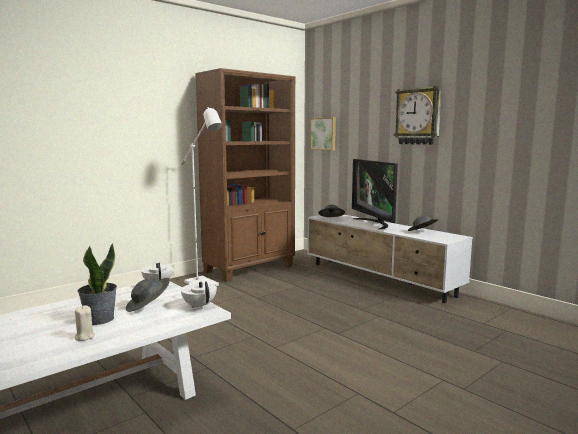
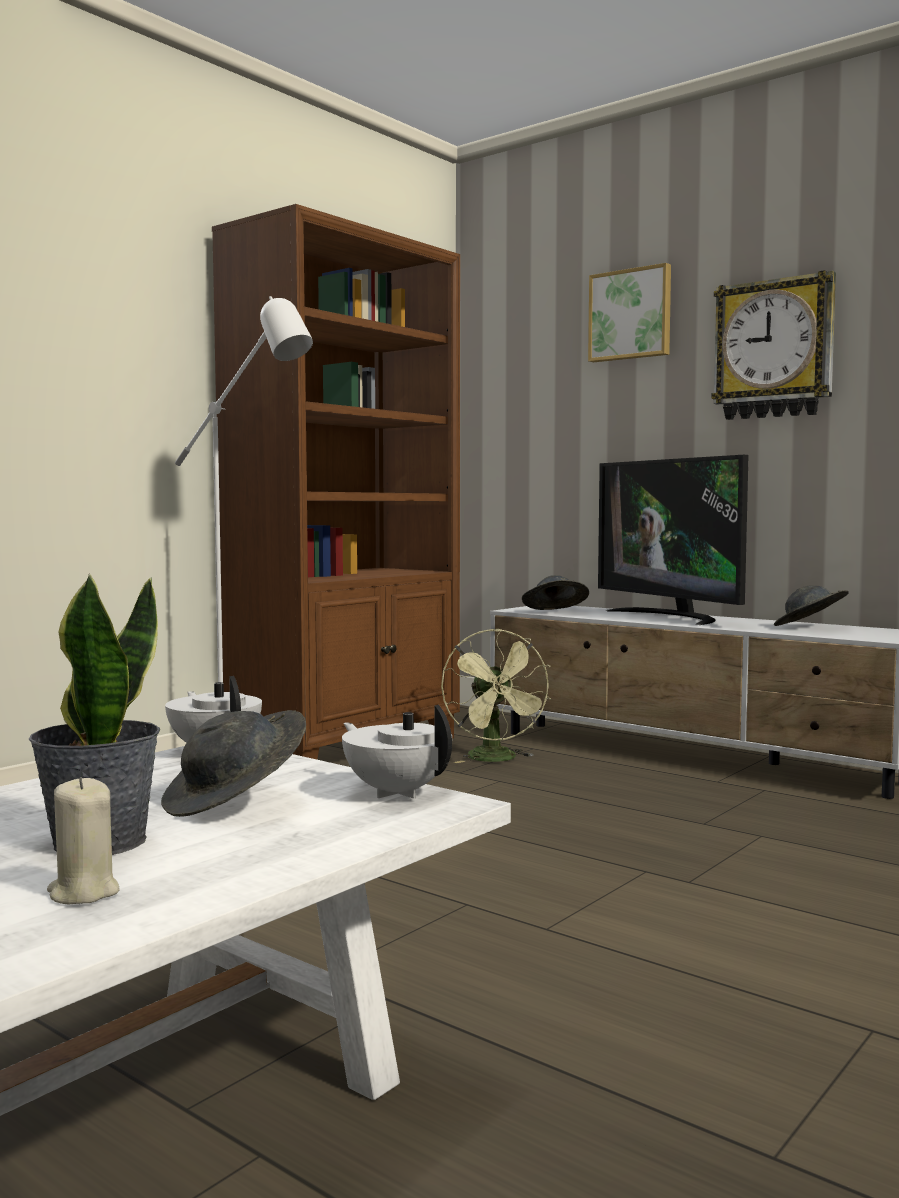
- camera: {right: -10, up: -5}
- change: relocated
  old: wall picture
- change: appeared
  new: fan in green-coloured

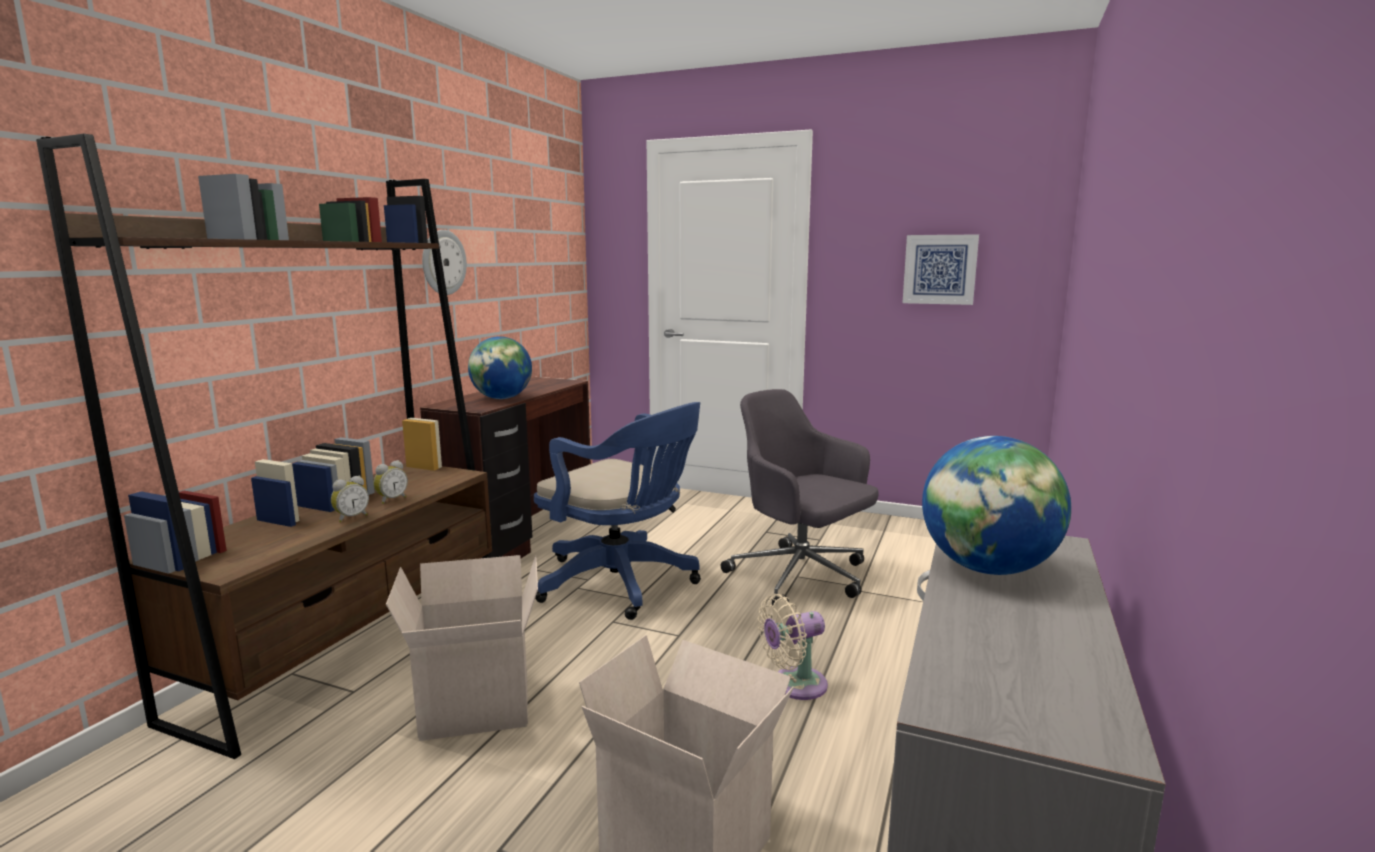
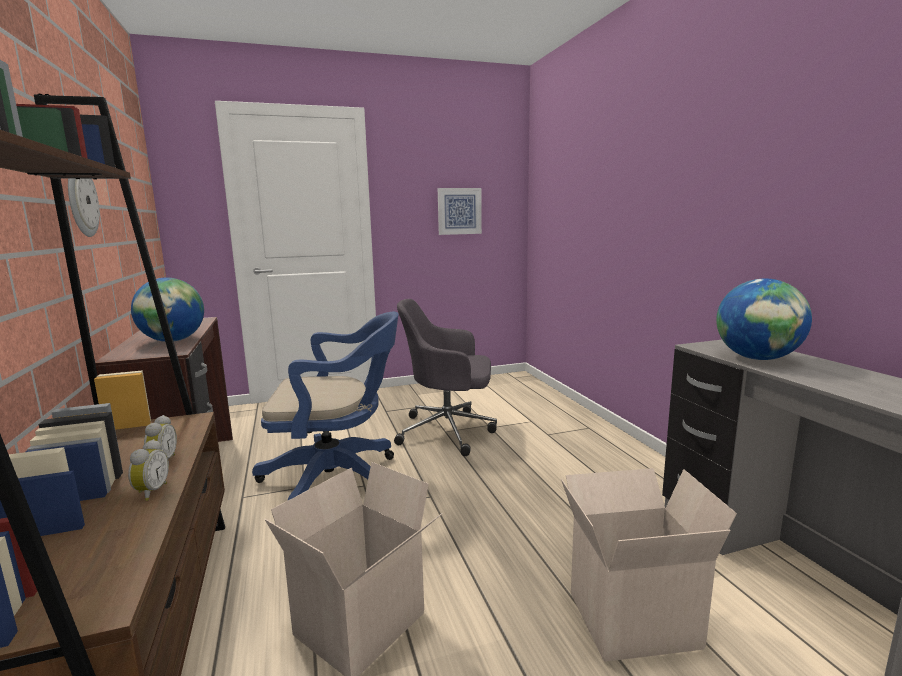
- camera: {right: -40, up: 0}
- change: missing
  old: fan in sand-coloured

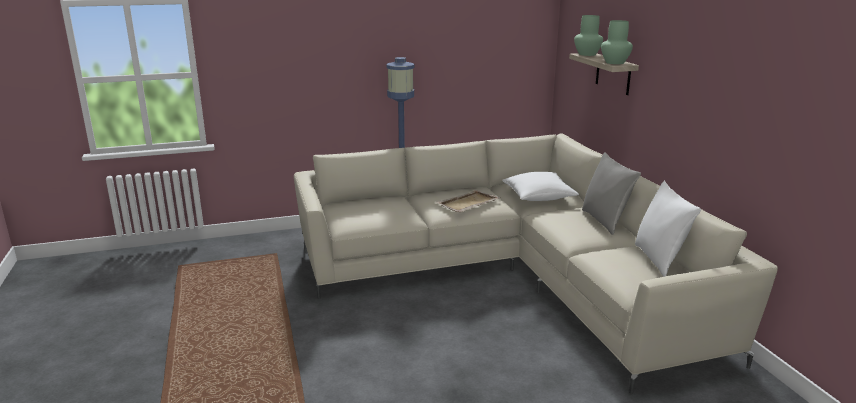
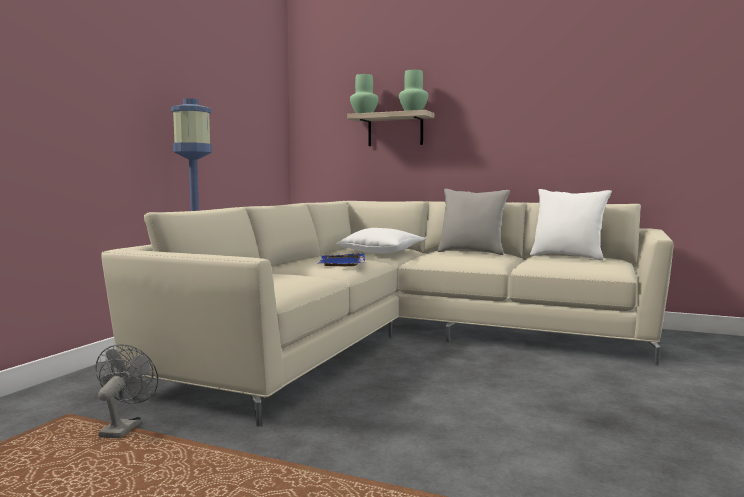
- camera: {right: -50, up: -15}
- change: colour
  old: serving tray in sand-coloured
  new: serving tray in blue
- change: appeared
  new: fan in gray

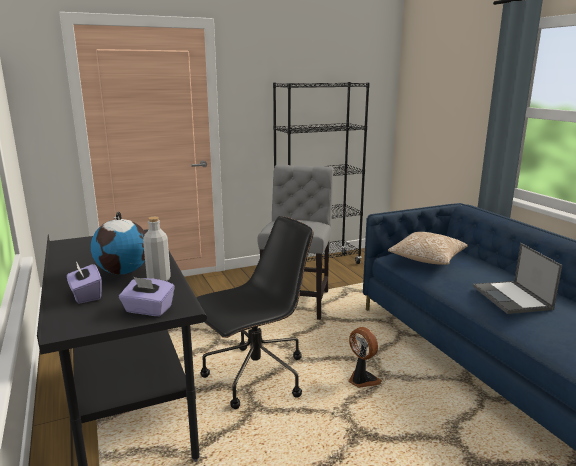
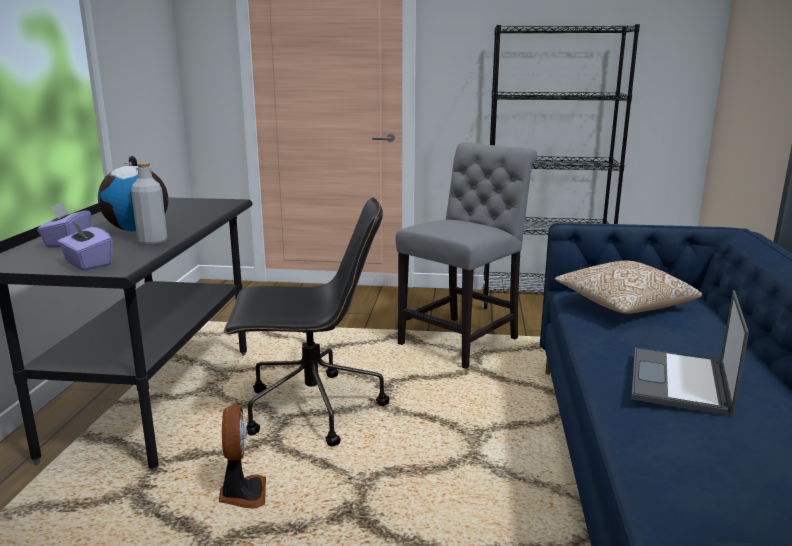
- camera: {right: 30, up: 0}
- change: relocated
  old: fan

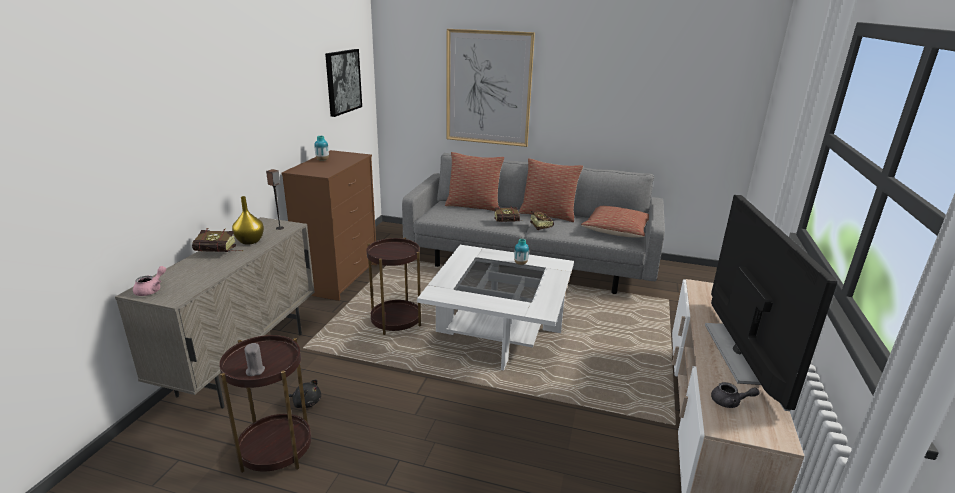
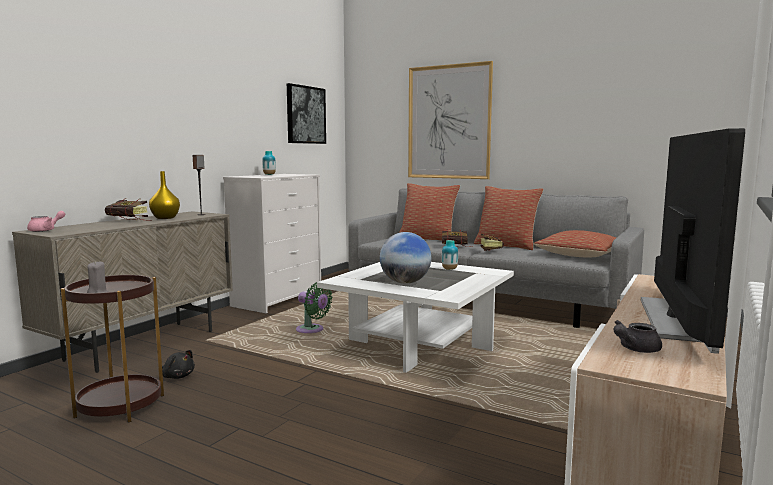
- camera: {right: 15, up: -15}
- change: colour
  old: chest of drawers in brown-coloured
  new: chest of drawers in white
- change: exchanged
  old: accent table in brown-coloured (no. 2 from left)
  new: fan in green-coloured
- change: spun
  old: pot for tea in gray
  degrees: 120
- change: appeared
  new: globe

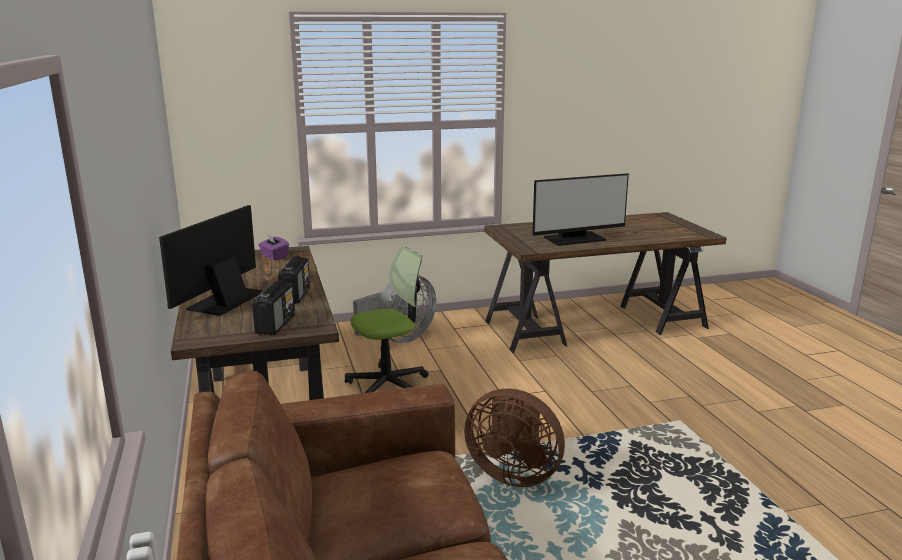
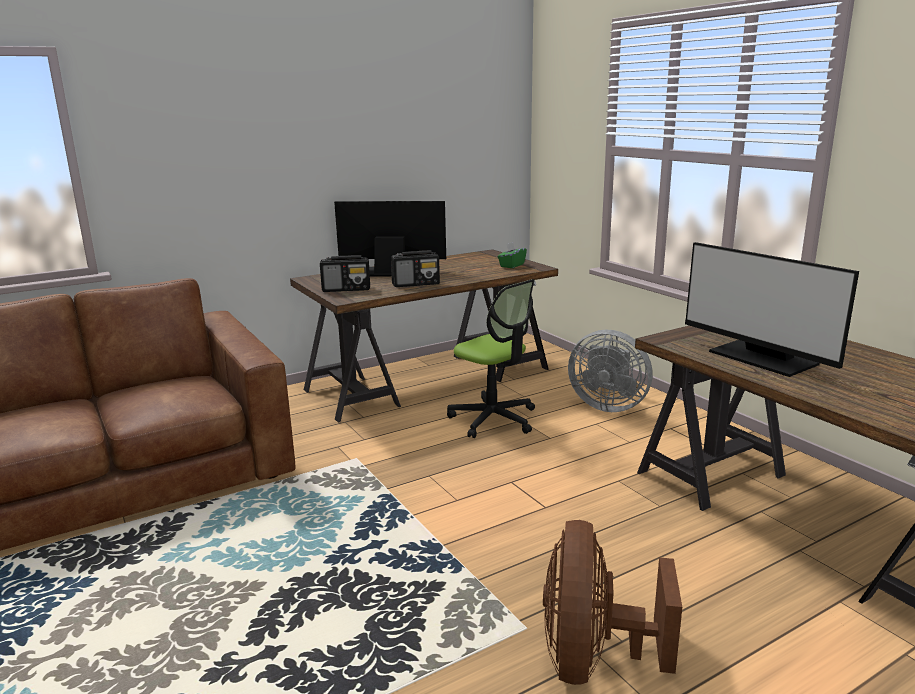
- camera: {right: 75, up: 0}
- change: colour
  old: box of tissues in purple
  new: box of tissues in green-coloured
- change: relocated
  old: fan in brown-coloured

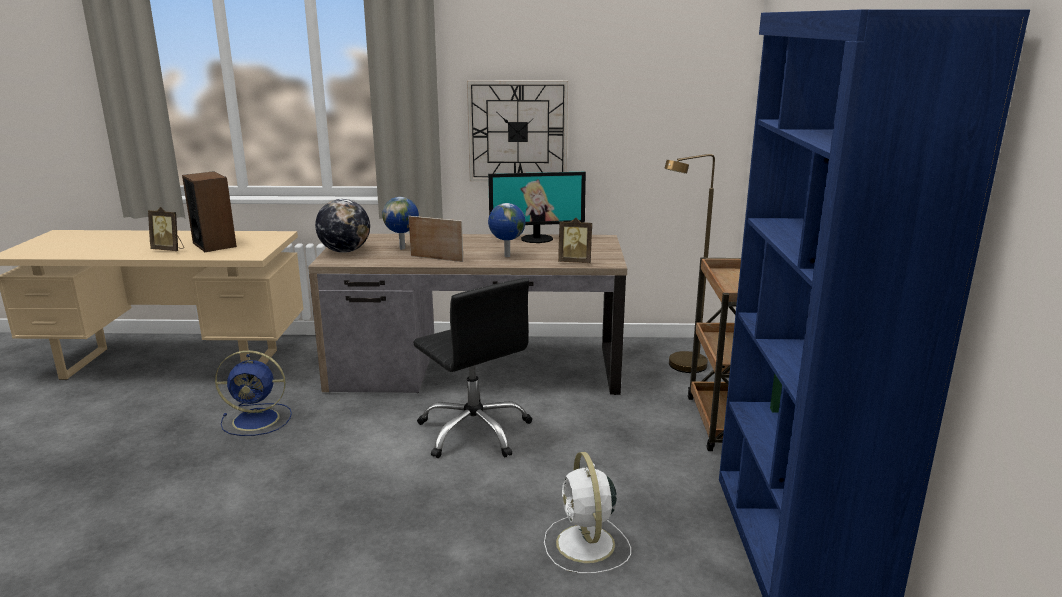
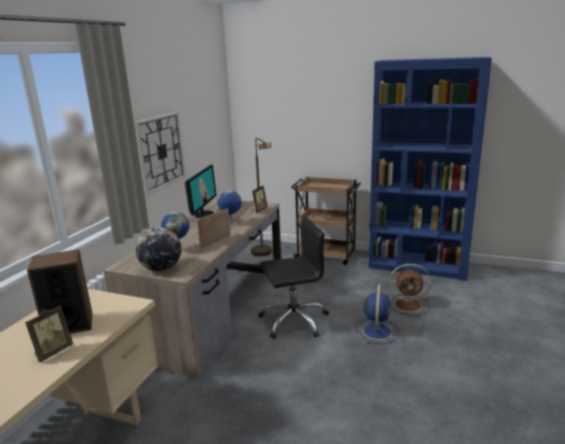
- camera: {right: -70, up: 0}
- change: relocated
  old: fan in blue
- change: colour
  old: fan in white
  new: fan in brown-coloured

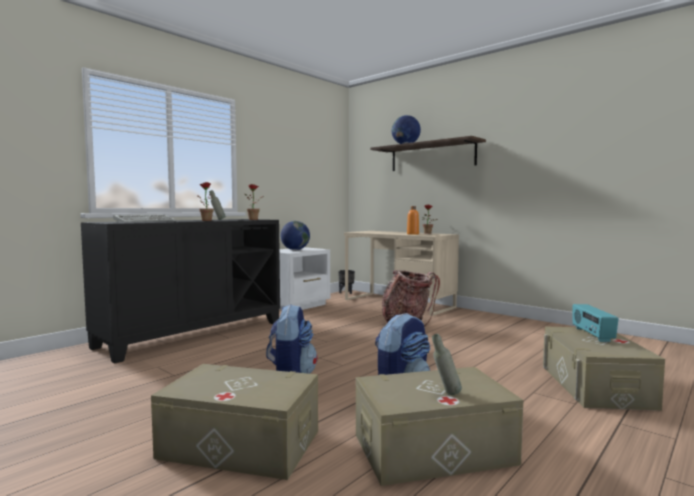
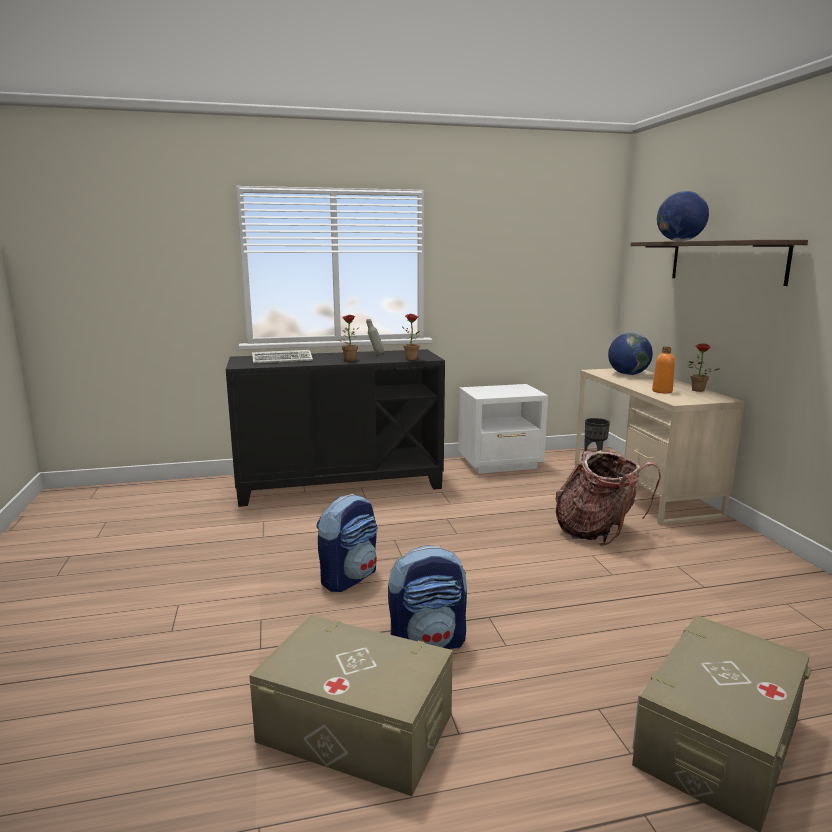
- camera: {right: 35, up: 10}
- change: relocated
  old: globe (no. 1 from left)
- change: missing
  old: radio receiver
- change: missing
  old: drink bottle in gray (no. 2 from left)
- change: missing
  old: storage box in sand-coloured (no. 1 from left)

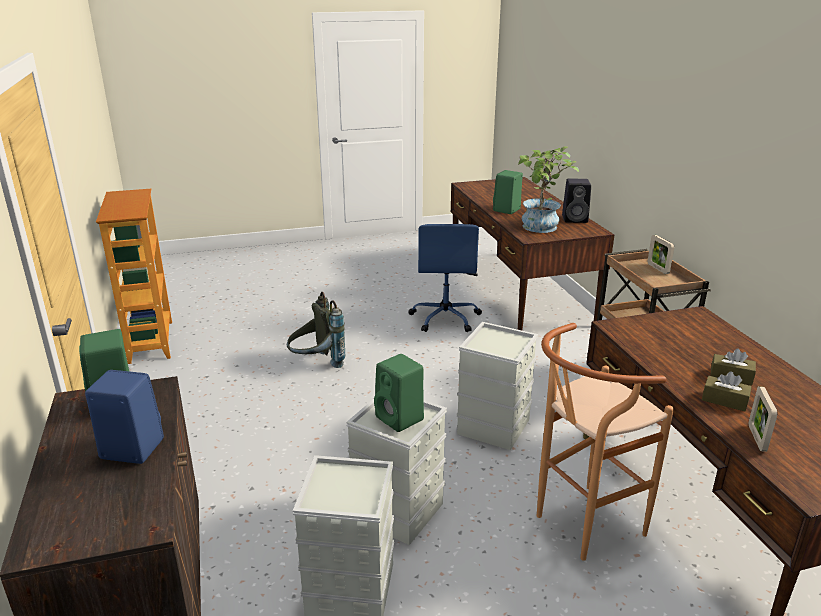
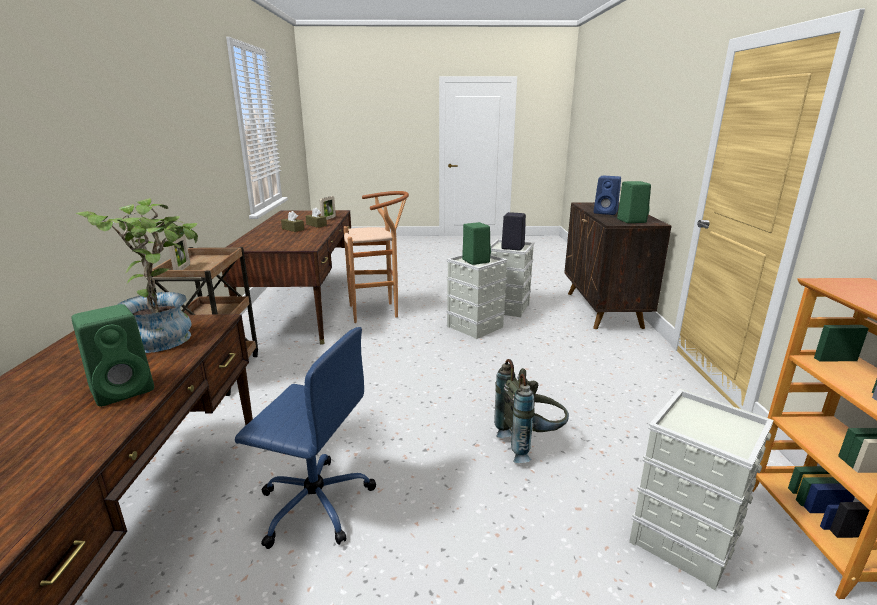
- camera: {right: -165, up: -5}
- change: relocated
  old: loudspeaker in black
- change: spun
  old: desk chair in blue
  degrees: 90
- change: relocated
  old: storage box in gray (no. 3 from left)

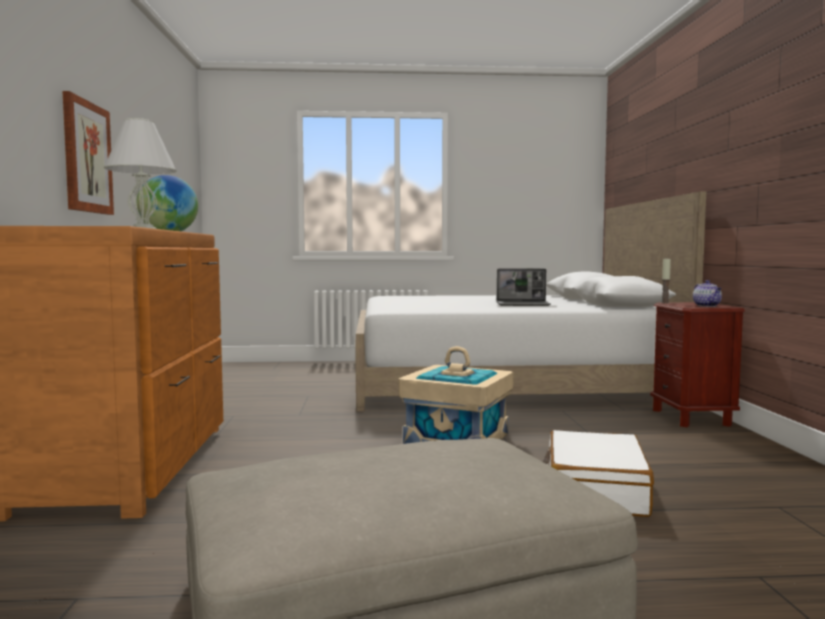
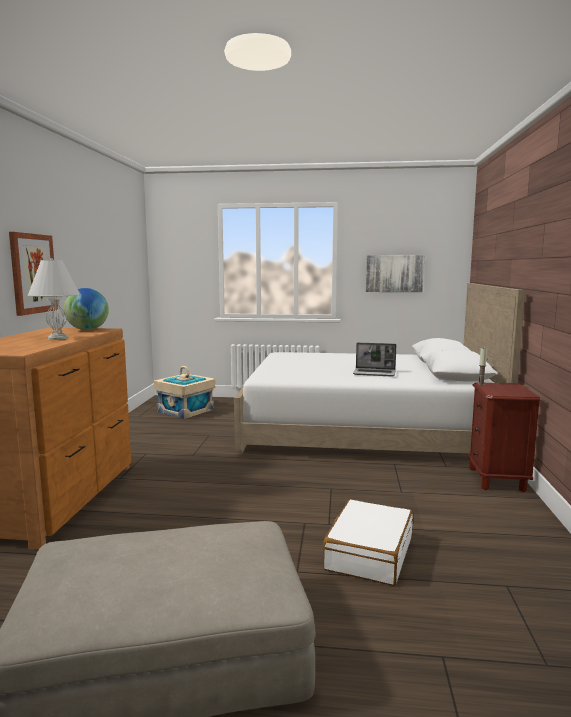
- camera: {right: 10, up: 5}
- change: missing
  old: pot for tea
- change: relocated
  old: storage box in sand-coloured
- change: appeared
  new: wall picture (no. 2 from left)

